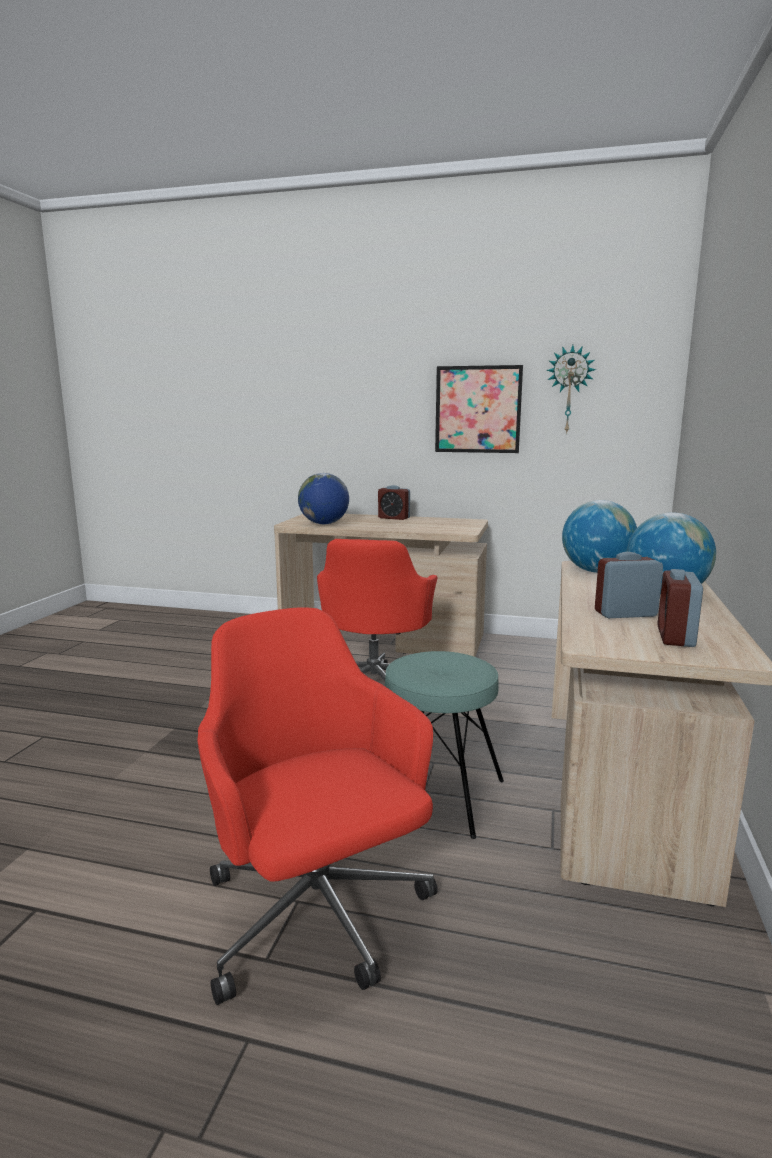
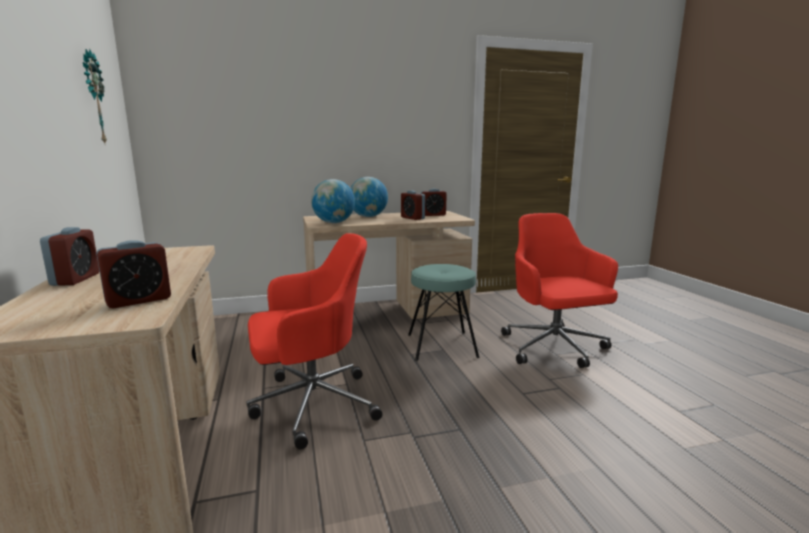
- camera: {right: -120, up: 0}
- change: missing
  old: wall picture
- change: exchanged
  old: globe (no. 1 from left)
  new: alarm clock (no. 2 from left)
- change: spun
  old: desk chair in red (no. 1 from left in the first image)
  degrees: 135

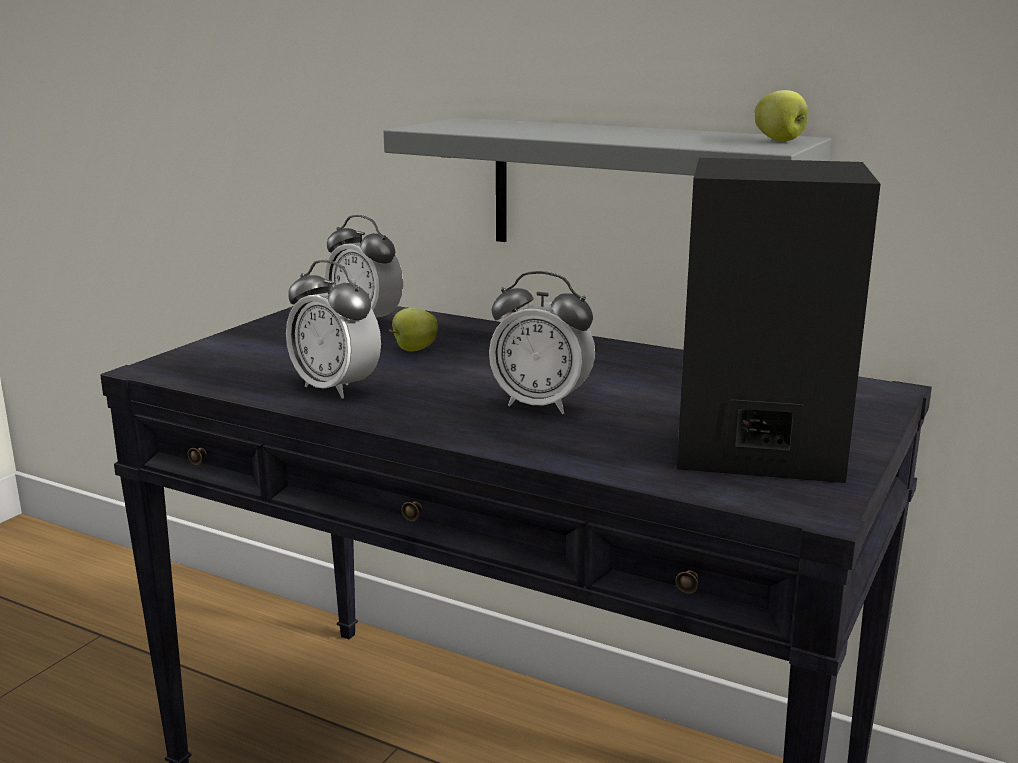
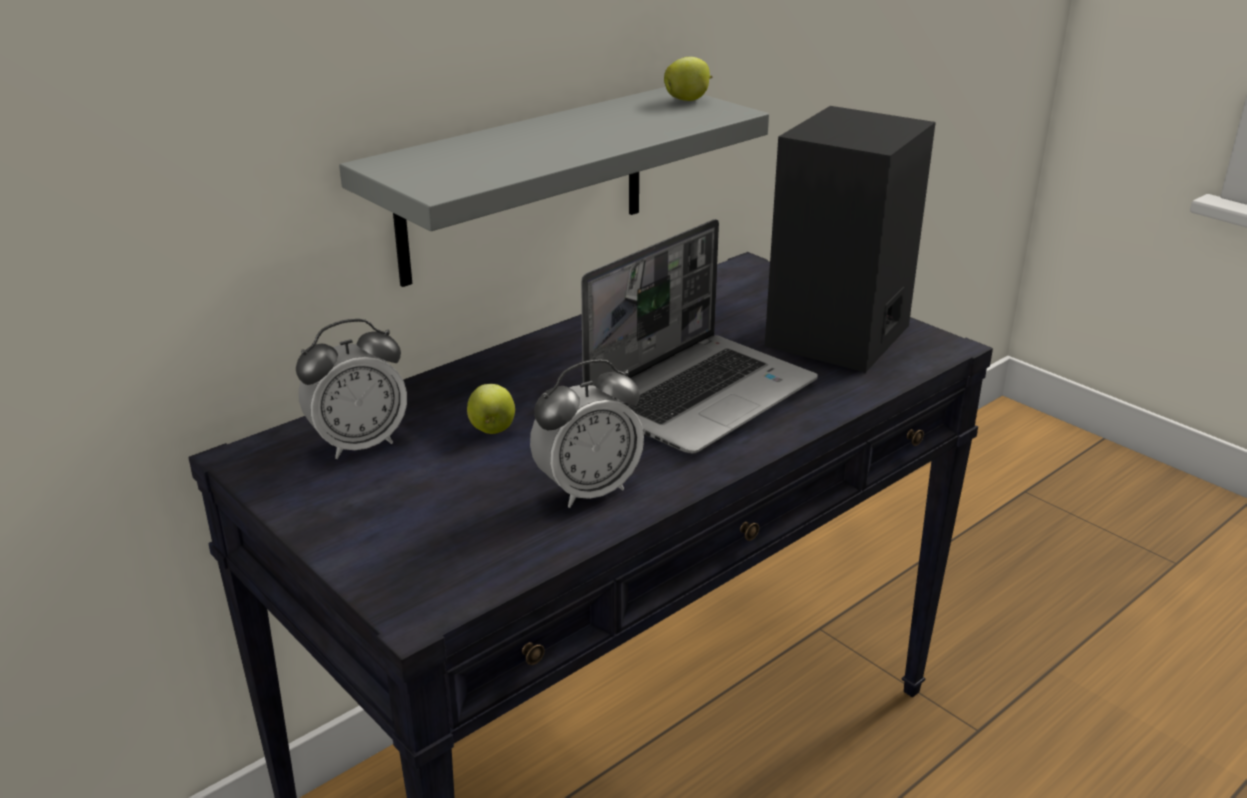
- camera: {right: -70, up: 10}
- change: exchanged
  old: alarm clock (no. 3 from left)
  new: notebook computer

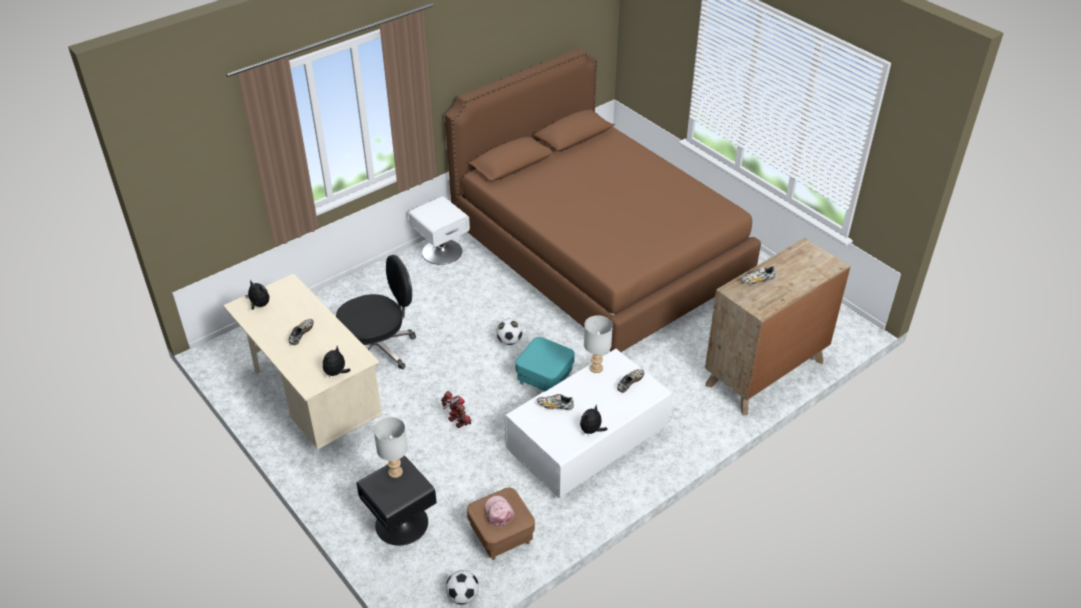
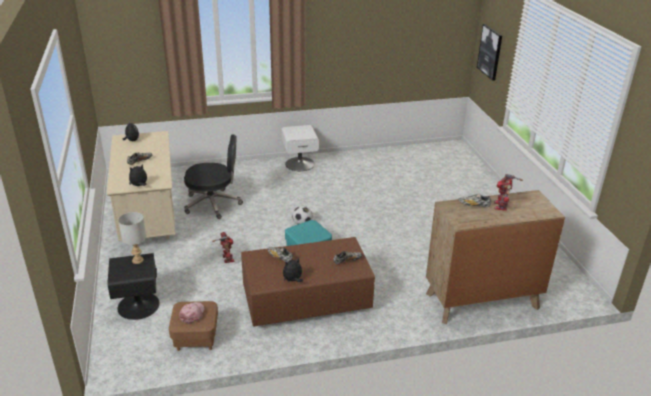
- camera: {right: 25, up: -10}
- change: missing
  old: bedroom bed in brown-coloured
- change: missing
  old: lamp for a table in gray (no. 2 from left)
- change: colour
  old: lounge table in white
  new: lounge table in brown-coloured
- change: missing
  old: ball for football (no. 1 from left)
- change: appeared
  new: wall picture
- change: appeared
  new: model robot (no. 2 from left)

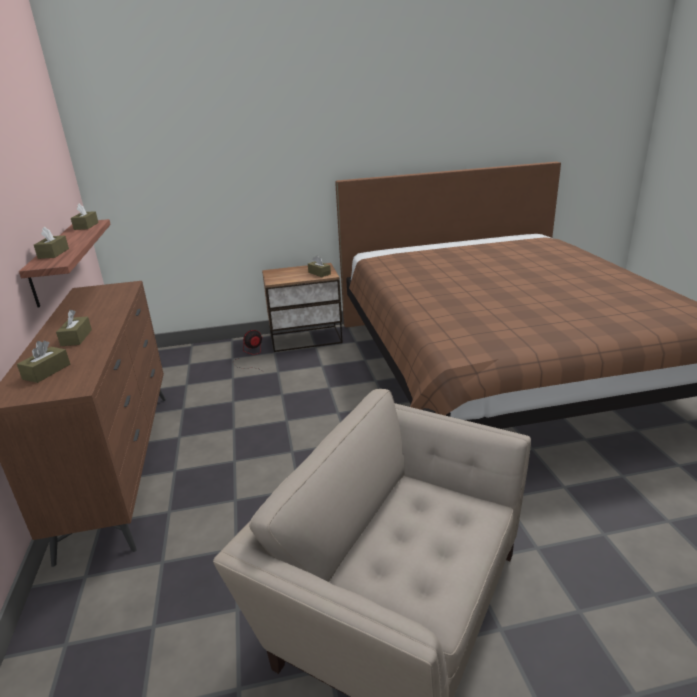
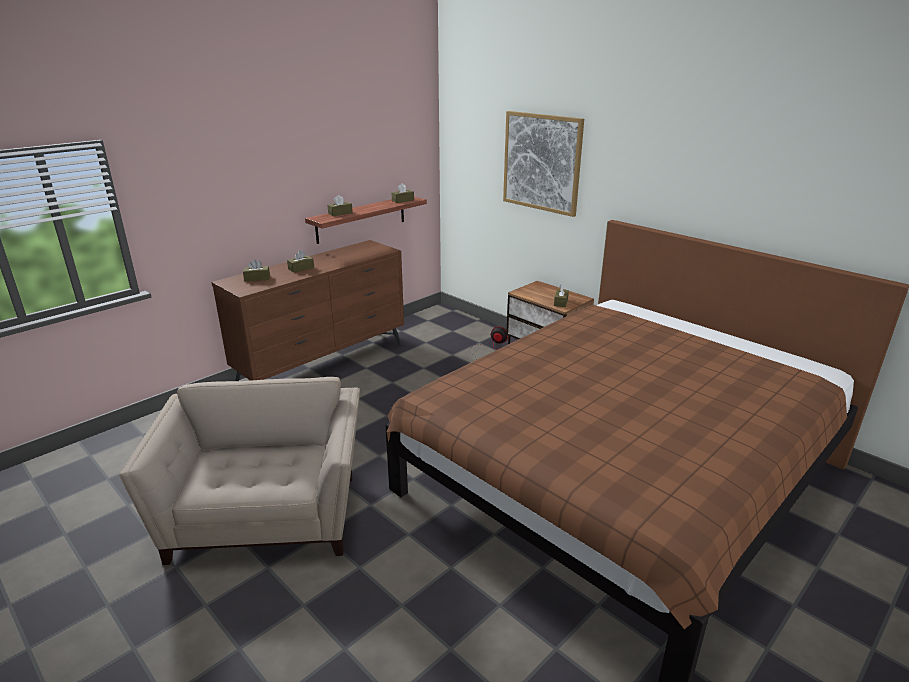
- camera: {right: 55, up: 0}
- change: appeared
  new: wall picture

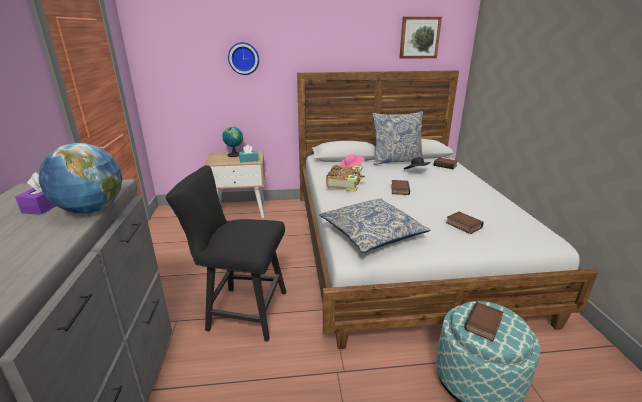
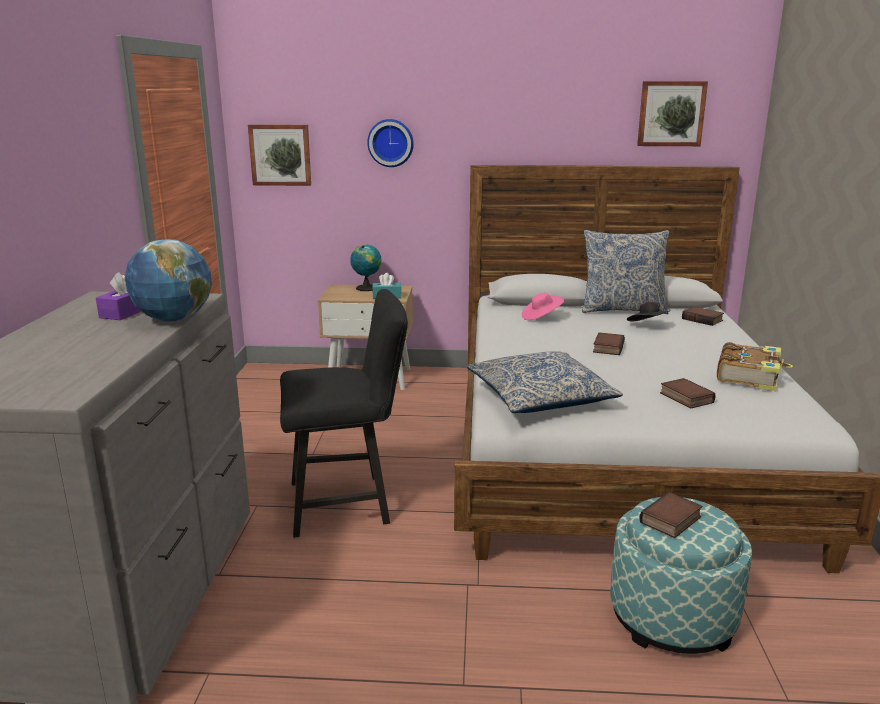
- camera: {right: 10, up: -5}
- change: spun
  old: upright chair in black
  degrees: 150
- change: relocated
  old: volume (no. 1 from left in the first image)
  new: volume (no. 5 from left)
- change: appeared
  new: wall picture (no. 1 from left)

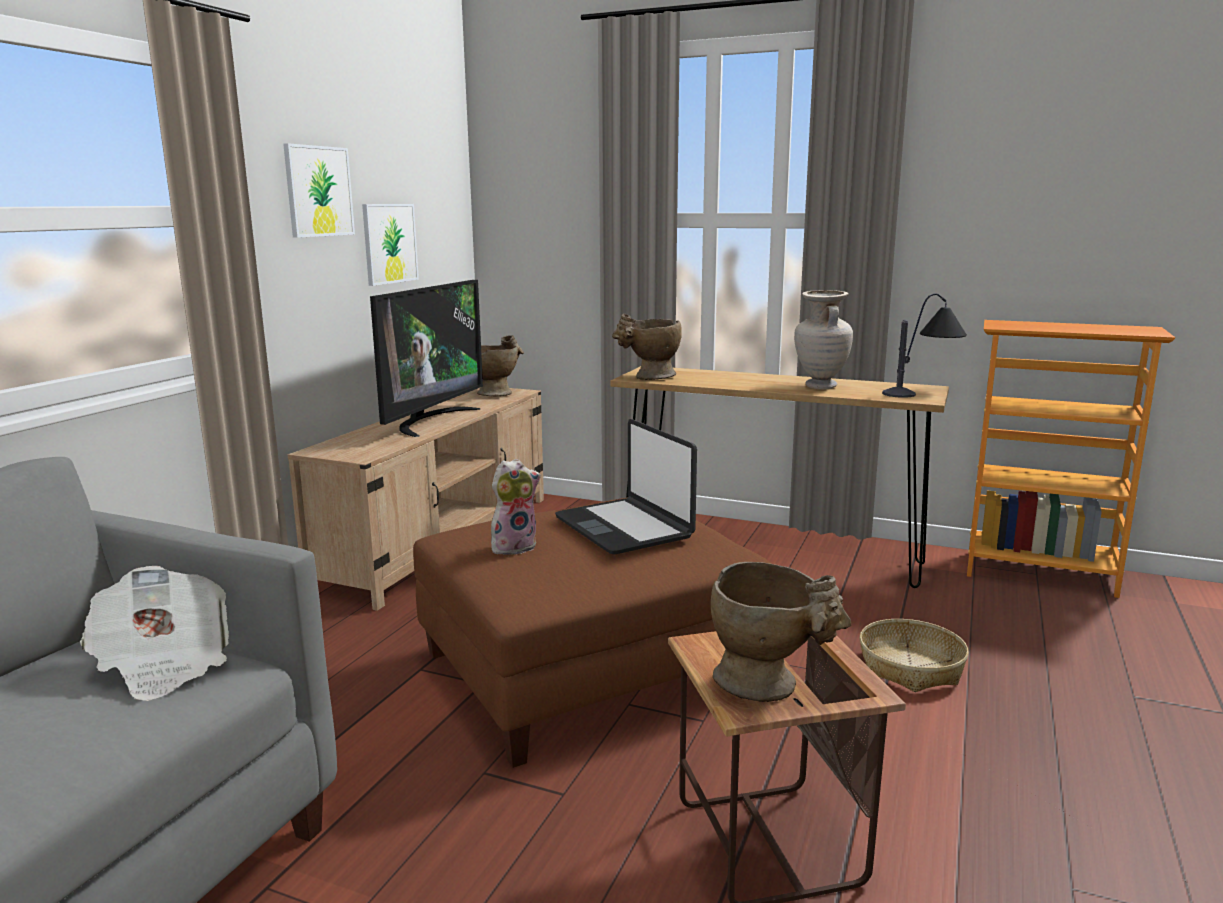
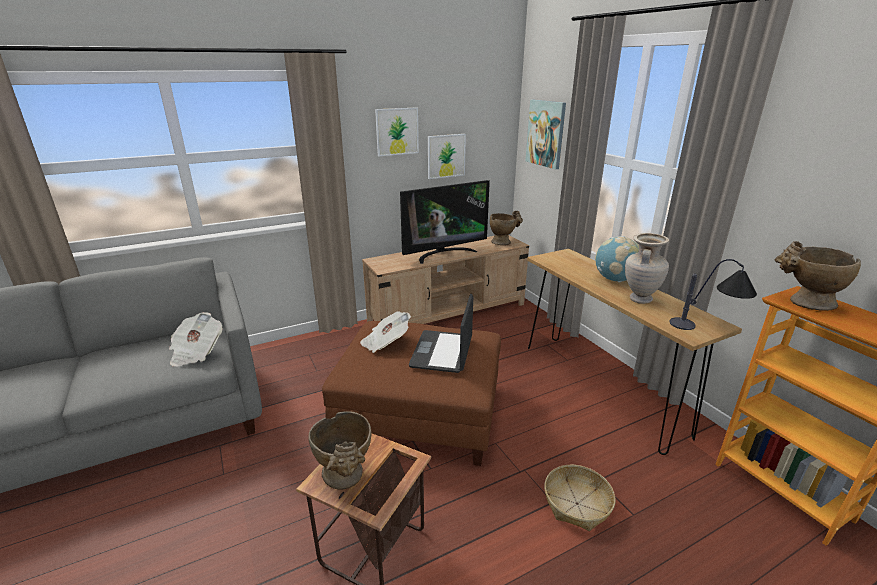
- camera: {right: 40, up: 10}
- change: relocated
  old: flower vase in sand-coloured (no. 2 from left in the first image)
  new: flower vase in sand-coloured (no. 4 from left)
- change: exchanged
  old: cuddly toy
  new: printed paper (no. 2 from left)
- change: appeared
  new: wall picture (no. 3 from left)
- change: appeared
  new: globe

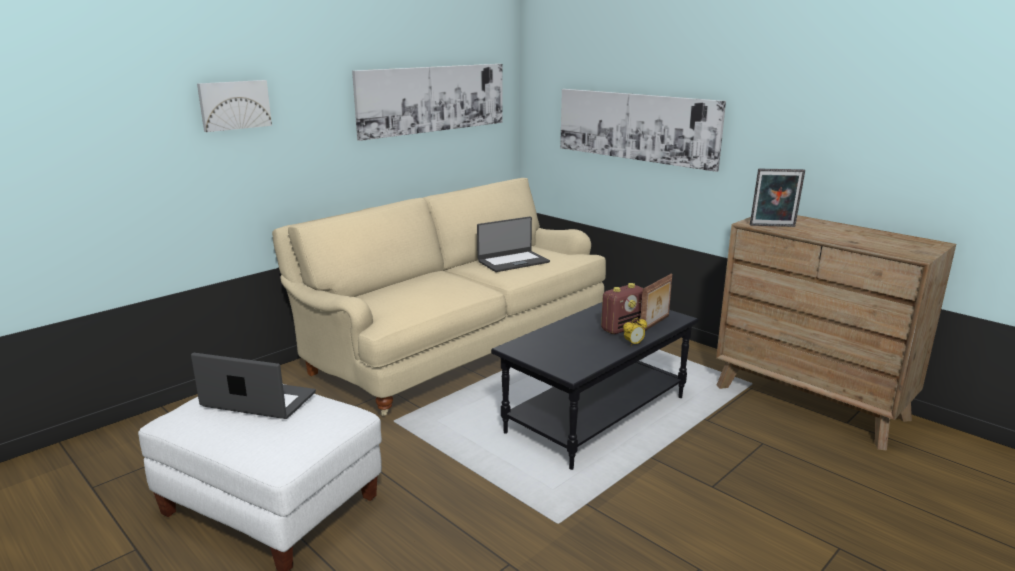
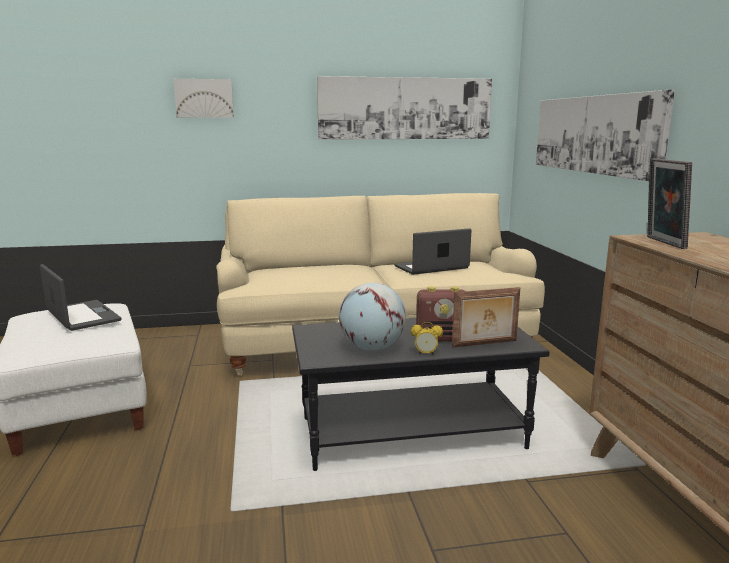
- camera: {right: 35, up: -5}
- change: spun
  old: picture frame (no. 2 from left)
  degrees: 45
- change: spun
  old: notebook computer (no. 2 from left)
  degrees: 150
- change: appeared
  new: globe

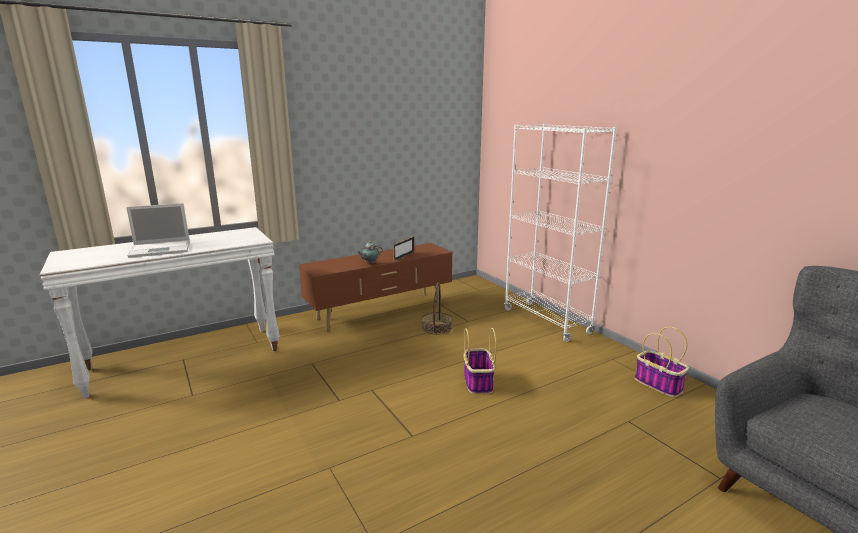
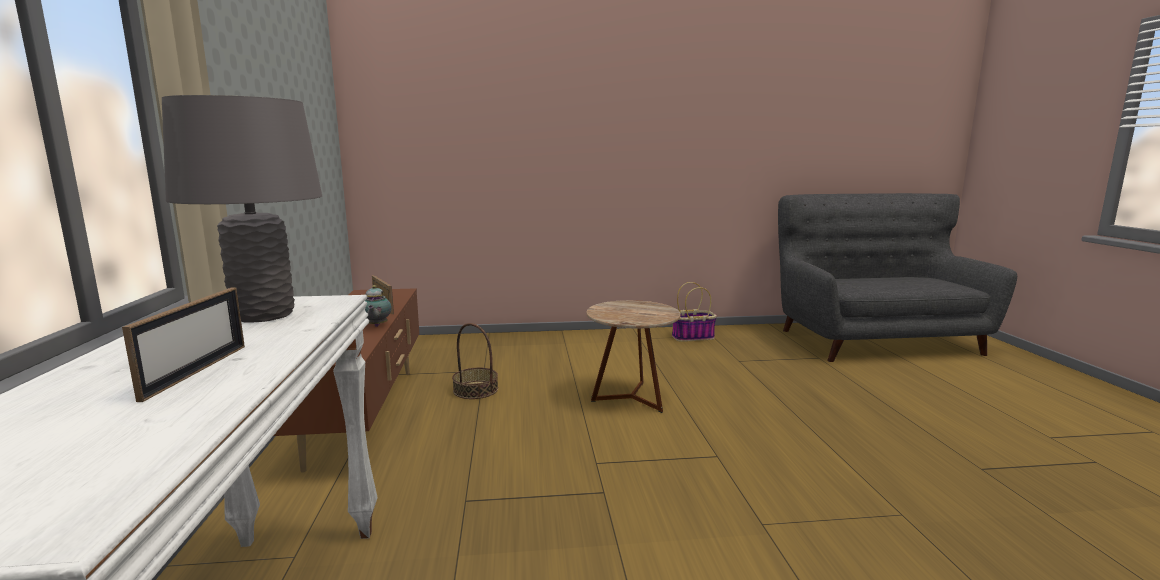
- camera: {right: -65, up: -5}
- change: missing
  old: bookcase in white
- change: exchanged
  old: notebook computer
  new: picture frame (no. 1 from left)
- change: exchanged
  old: basket (no. 2 from left)
  new: accent table in brown-coloured
- change: appeared
  new: lamp for a table in gray

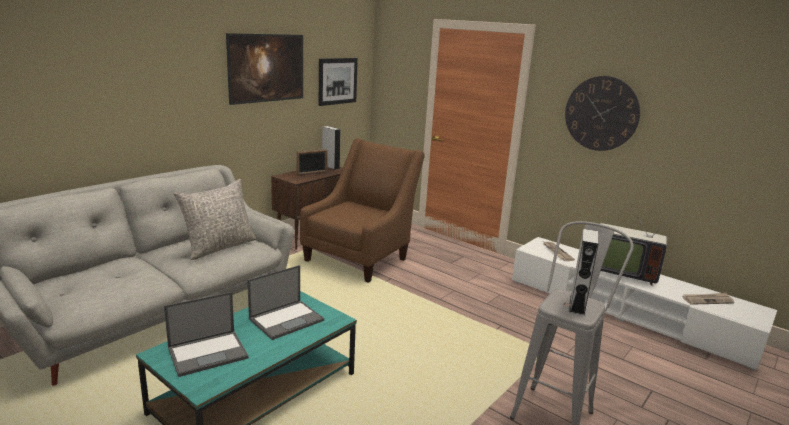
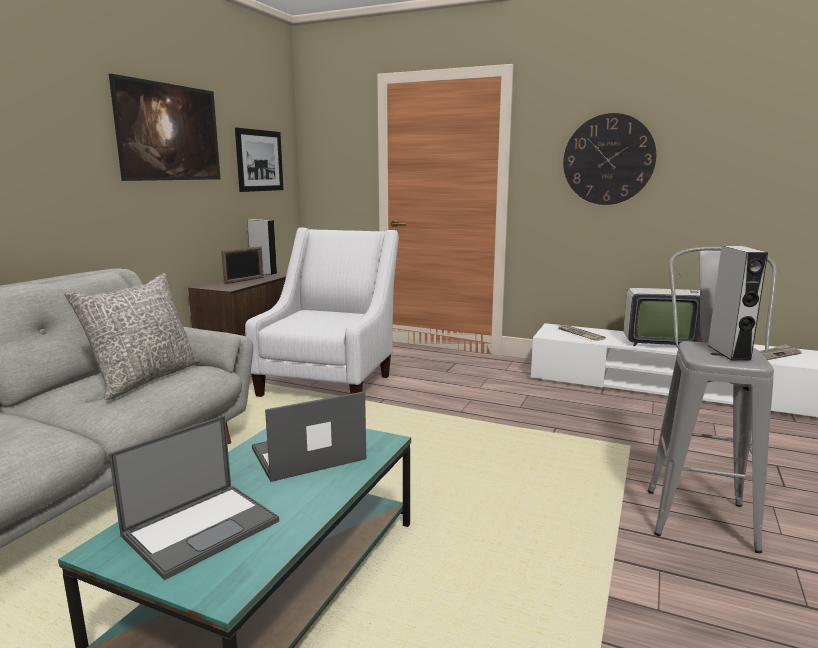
- camera: {right: -15, up: -5}
- change: colour
  old: easy chair in brown-coloured
  new: easy chair in white
- change: spun
  old: notebook computer (no. 2 from left)
  degrees: -150

